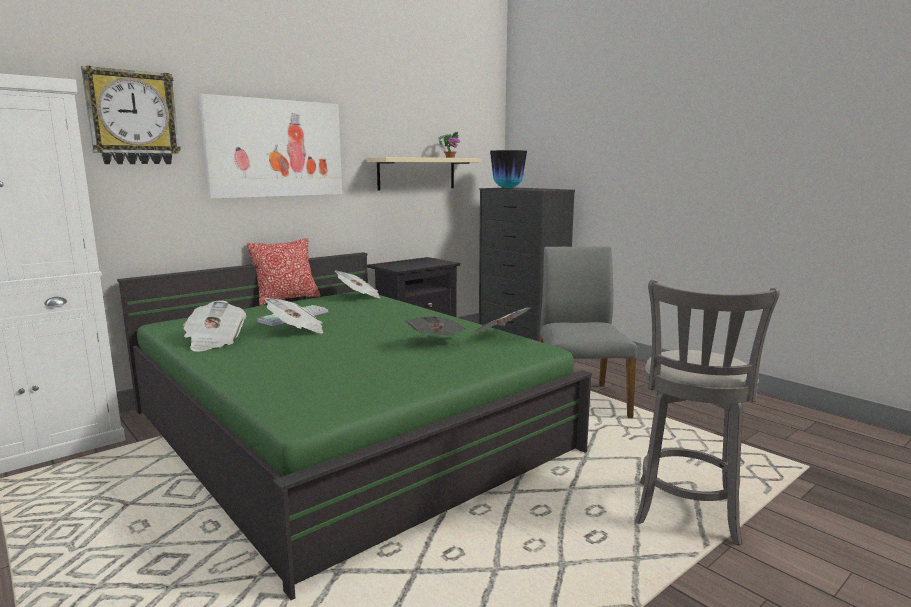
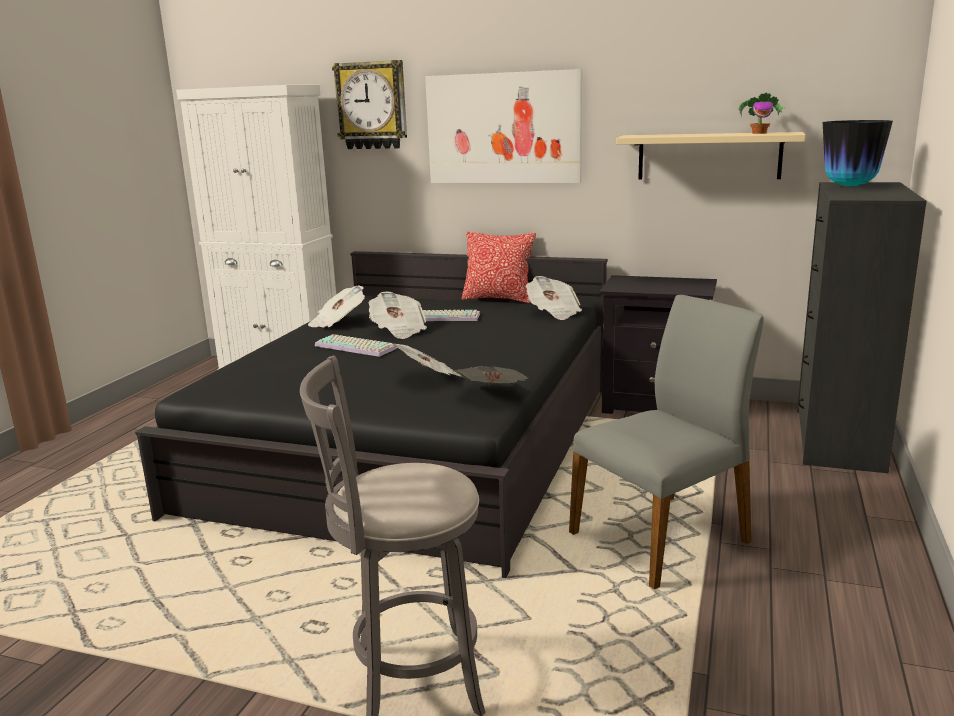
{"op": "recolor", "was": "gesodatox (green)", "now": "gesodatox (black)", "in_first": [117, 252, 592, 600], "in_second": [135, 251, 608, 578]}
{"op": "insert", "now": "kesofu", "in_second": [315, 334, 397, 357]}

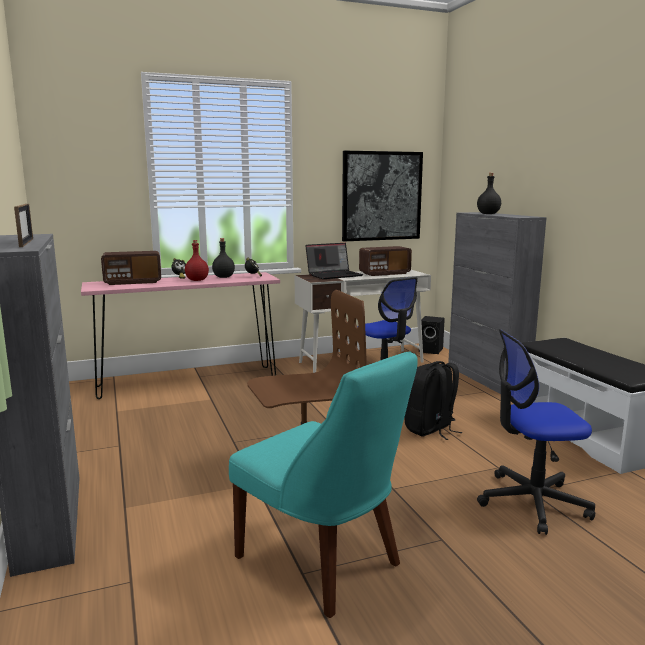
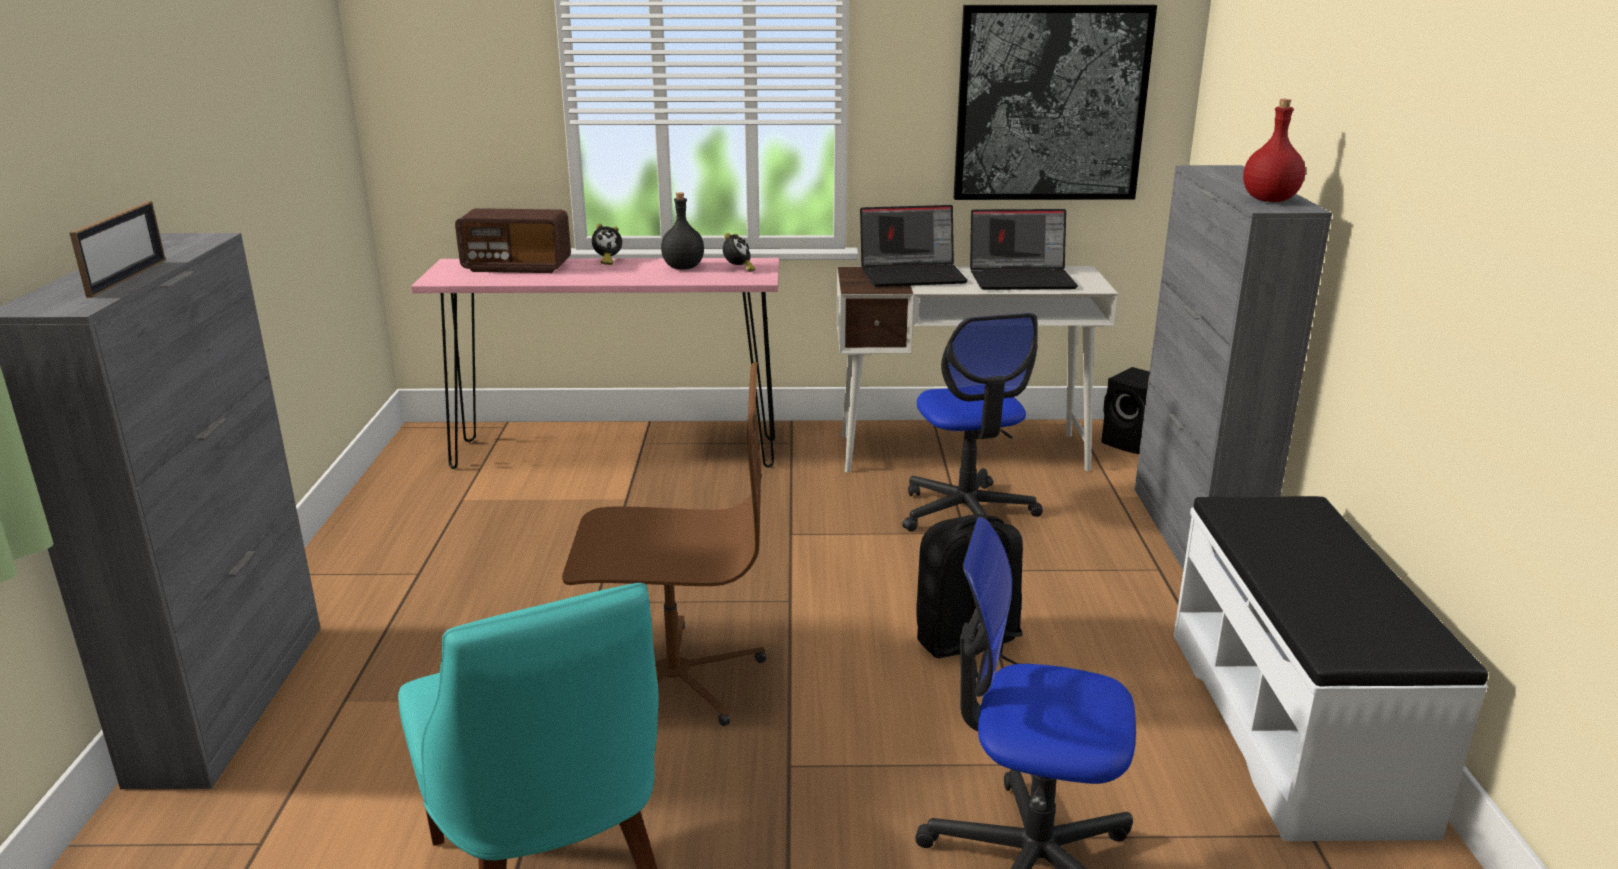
{"op": "move", "was": "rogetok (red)", "in_first": [185, 240, 209, 281], "in_second": [1243, 99, 1305, 202]}
{"op": "replace", "was": "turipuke", "now": "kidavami", "in_first": [359, 246, 412, 276], "in_second": [970, 209, 1078, 290]}
{"op": "delete", "was": "rogetok (black)", "in_first": [477, 173, 501, 214]}

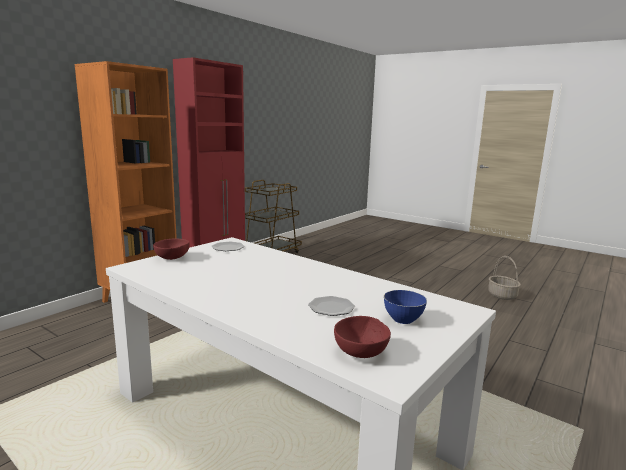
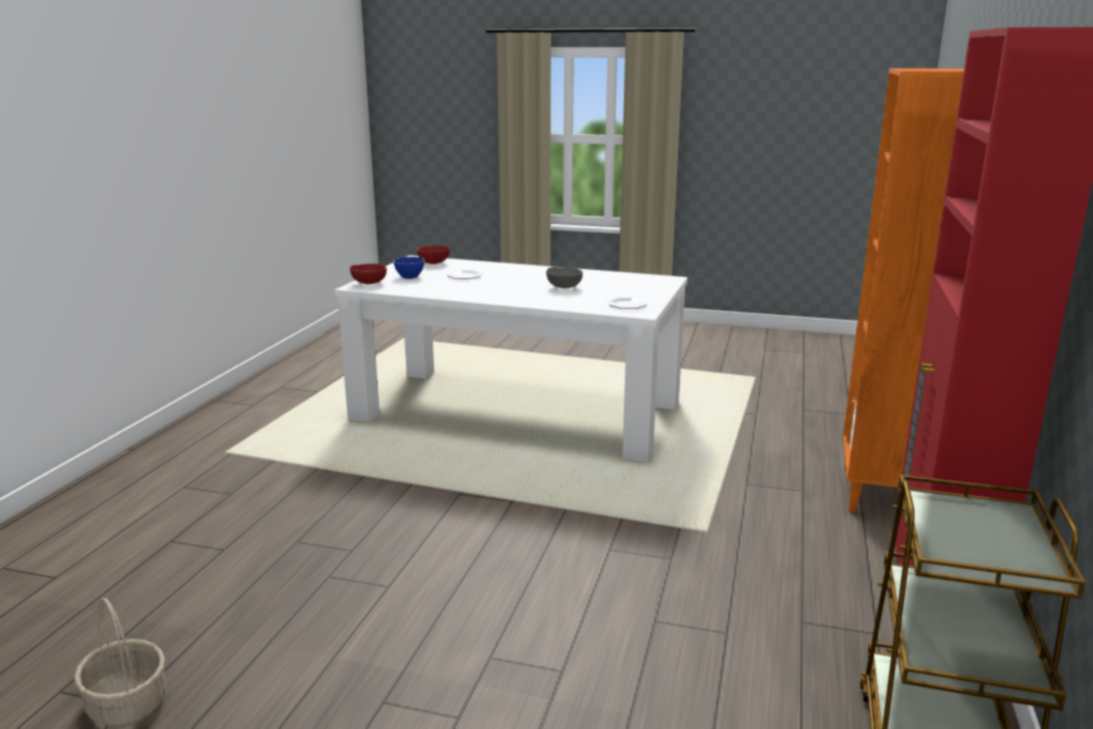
{"op": "move", "was": "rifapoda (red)", "in_first": [153, 239, 190, 260], "in_second": [350, 264, 387, 284]}
{"op": "insert", "now": "rifapoda (grey)", "in_second": [546, 267, 583, 288]}

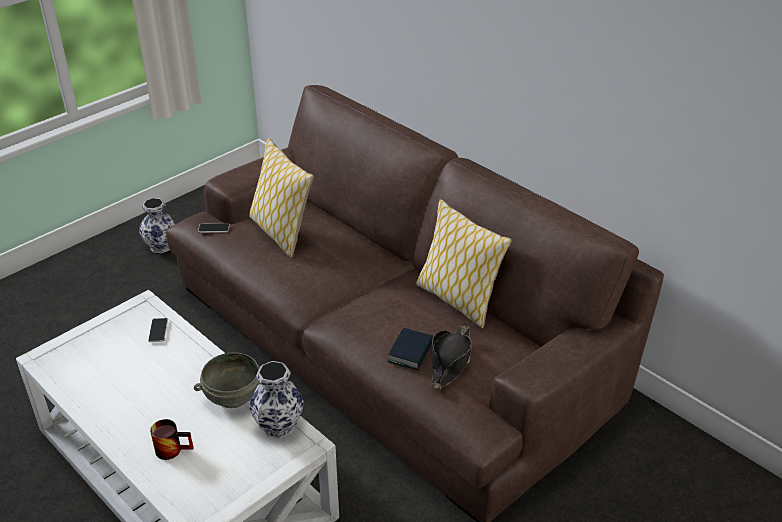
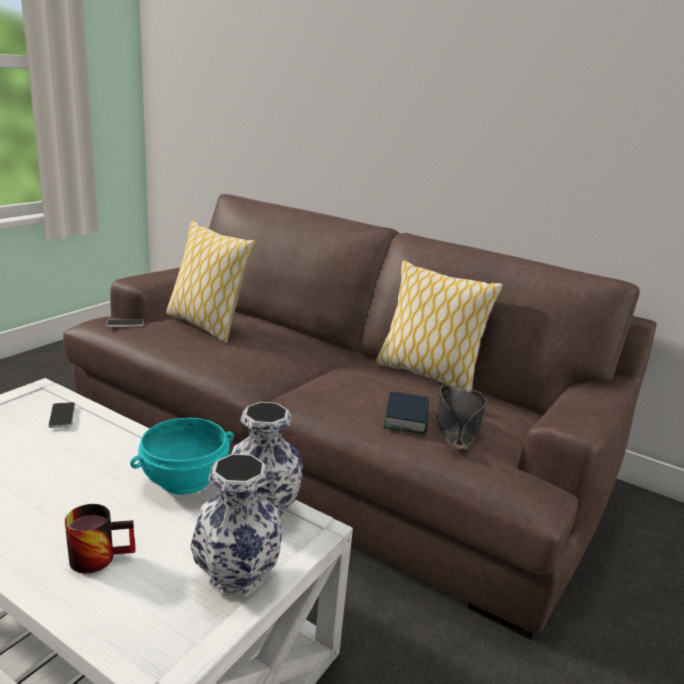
{"op": "move", "was": "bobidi", "in_first": [139, 198, 175, 253], "in_second": [190, 454, 282, 597]}
{"op": "recolor", "was": "rifapoda (grey)", "now": "rifapoda (turquoise)", "in_first": [194, 352, 261, 408], "in_second": [130, 418, 234, 495]}

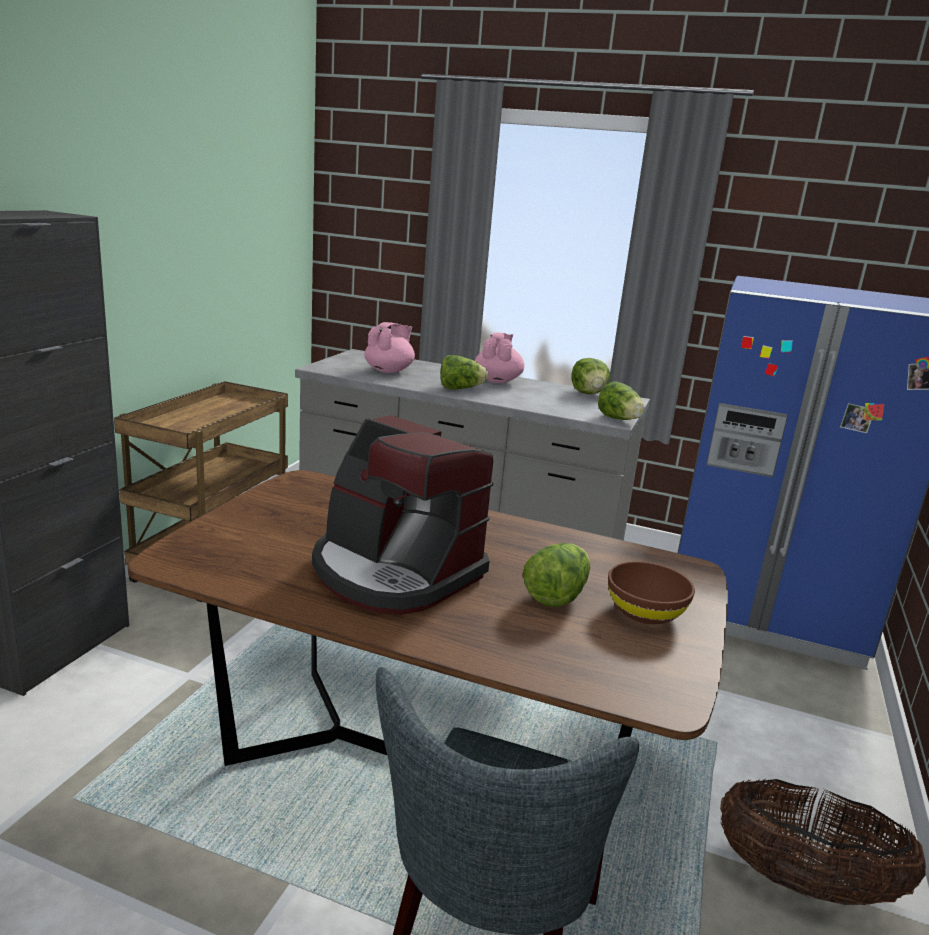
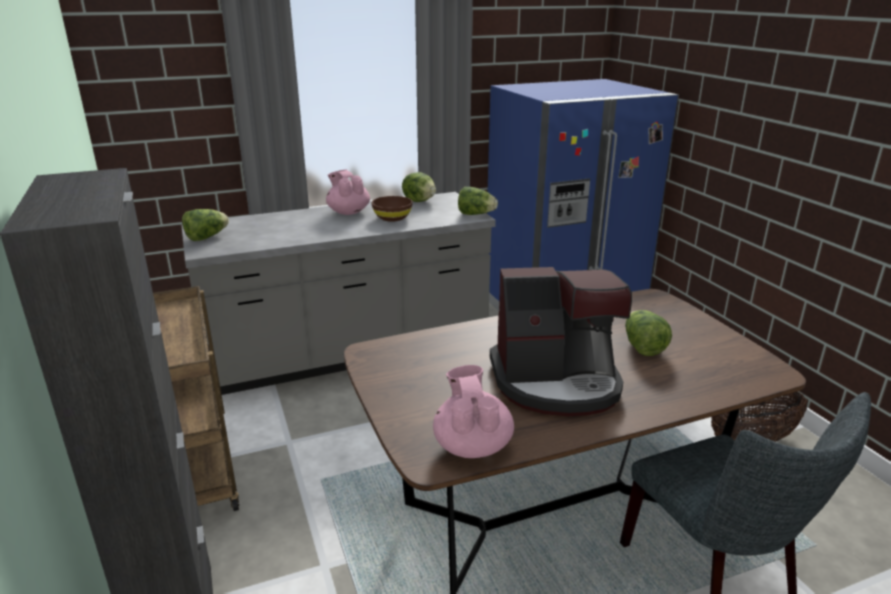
{"op": "move", "was": "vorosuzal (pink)", "in_first": [364, 322, 415, 373], "in_second": [433, 365, 514, 458]}
{"op": "move", "was": "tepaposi", "in_first": [440, 355, 488, 389], "in_second": [182, 209, 229, 241]}
{"op": "move", "was": "rifapoda (brown)", "in_first": [608, 561, 695, 624], "in_second": [372, 196, 413, 222]}

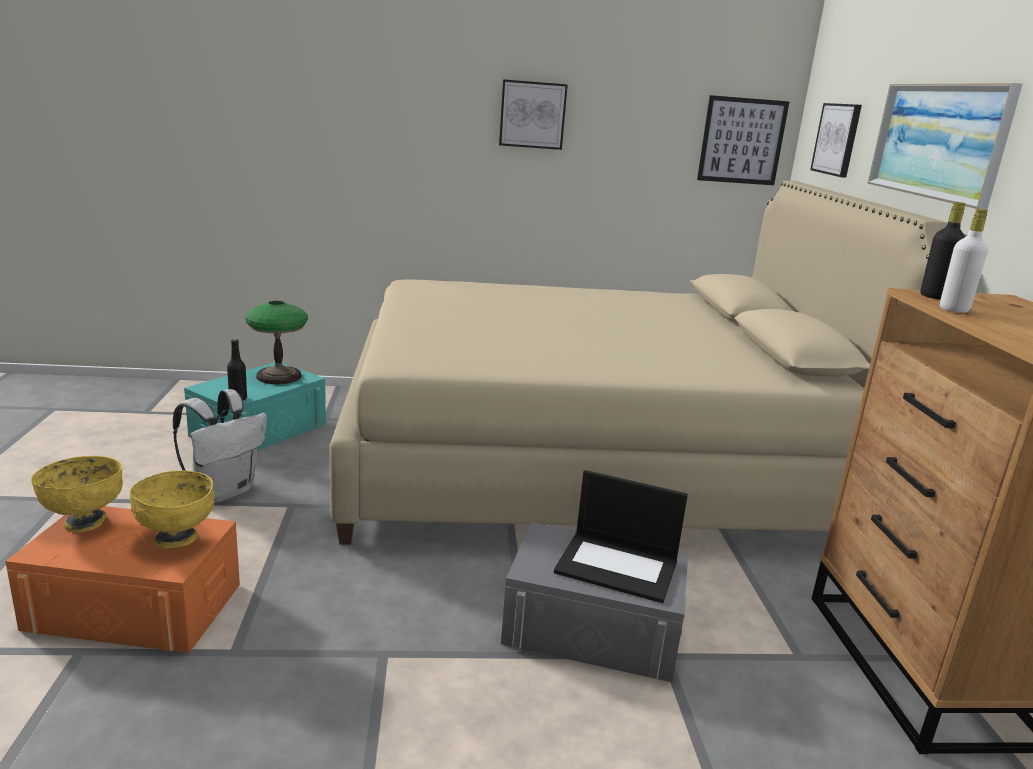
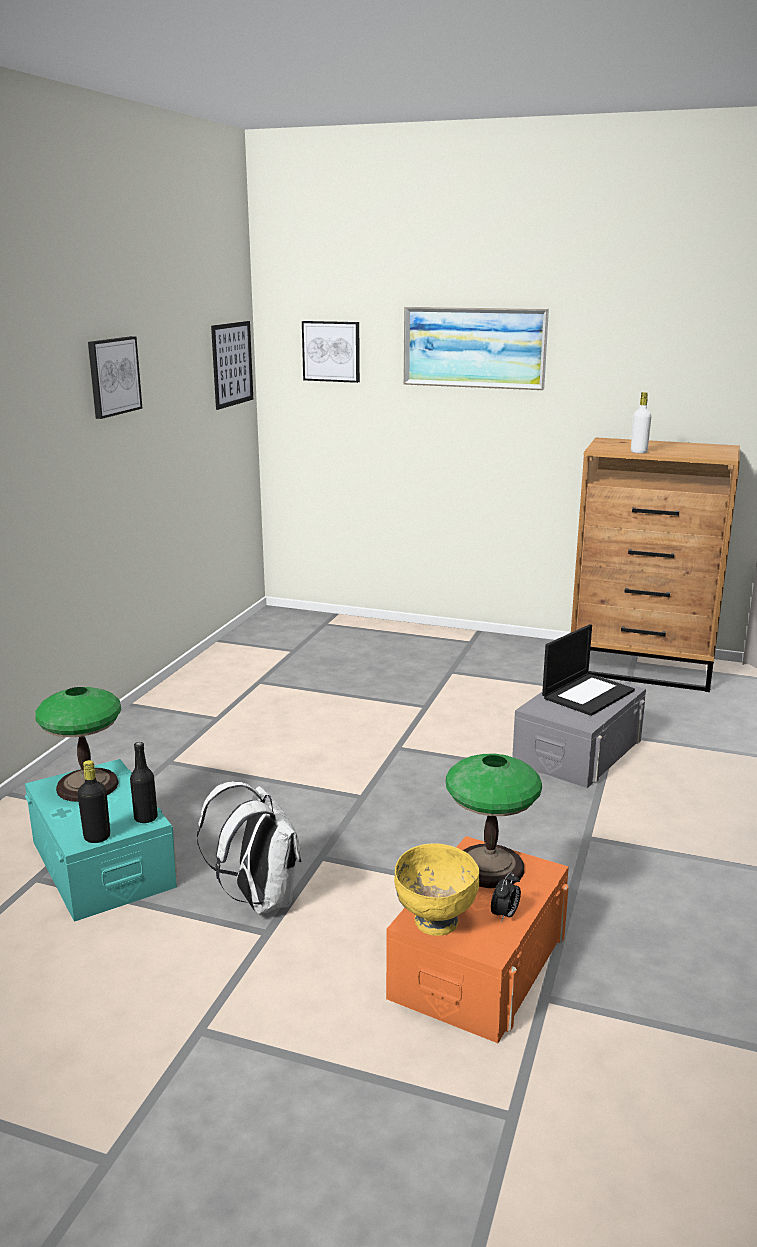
{"op": "replace", "was": "rifapoda (yellow)", "now": "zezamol", "in_first": [130, 471, 215, 549], "in_second": [445, 754, 542, 888]}
{"op": "delete", "was": "gesodatox (beige)", "in_first": [329, 181, 947, 545]}
{"op": "move", "was": "rogetok (black)", "in_first": [921, 202, 966, 299], "in_second": [77, 760, 110, 843]}
{"op": "insert", "now": "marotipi", "in_second": [491, 872, 521, 923]}

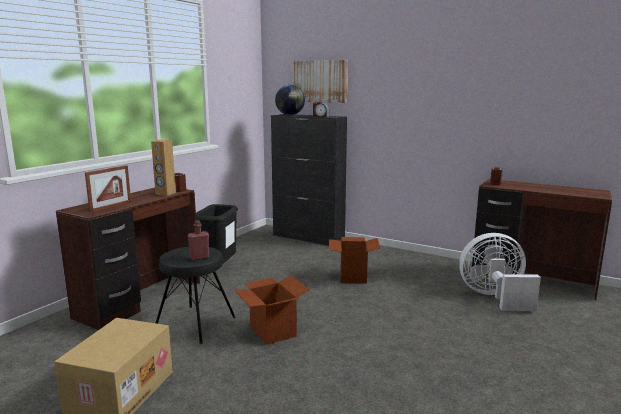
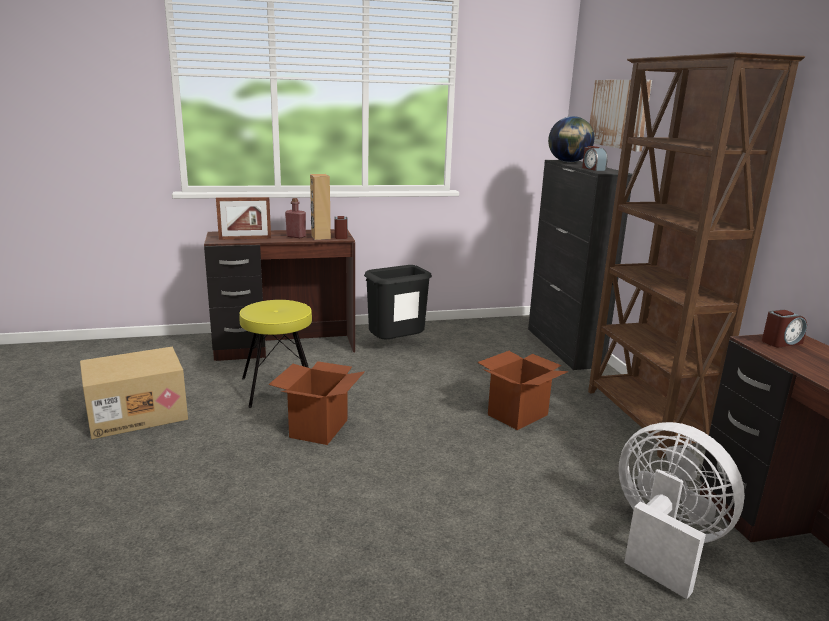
{"op": "recolor", "was": "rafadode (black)", "now": "rafadode (yellow)", "in_first": [156, 247, 236, 344], "in_second": [240, 300, 312, 408]}
{"op": "move", "was": "rogetok (red)", "in_first": [188, 220, 209, 261], "in_second": [285, 198, 306, 238]}
{"op": "insert", "now": "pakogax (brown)", "in_second": [588, 52, 805, 458]}

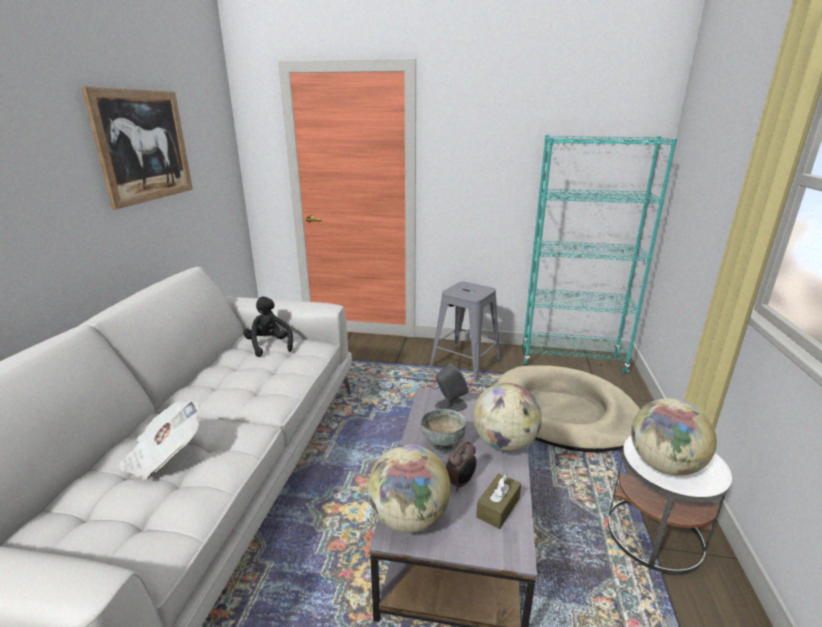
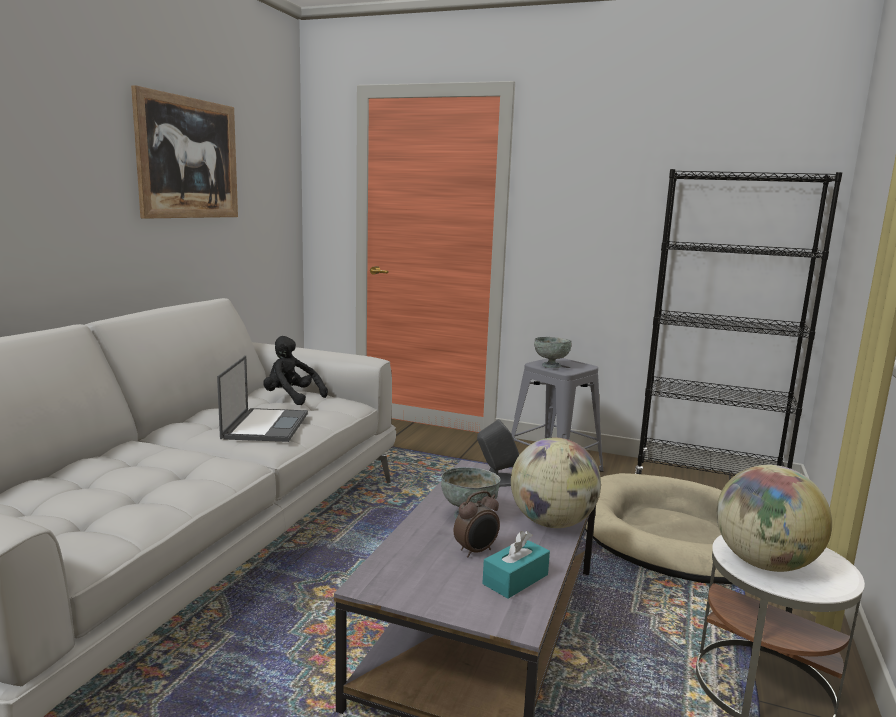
{"op": "delete", "was": "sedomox", "in_first": [119, 401, 200, 480]}
{"op": "rotate", "was": "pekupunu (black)", "in_first": [243, 296, 293, 357], "in_second": [263, 336, 328, 405], "clockwise": -45}
{"op": "delete", "was": "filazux", "in_first": [368, 445, 451, 533]}
{"op": "recolor", "was": "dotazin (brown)", "now": "dotazin (turquoise)", "in_first": [476, 473, 521, 529], "in_second": [482, 531, 550, 599]}
{"op": "recolor", "was": "pakogax (turquoise)", "now": "pakogax (black)", "in_first": [522, 135, 677, 374], "in_second": [635, 169, 842, 476]}
{"op": "insert", "now": "kidavami", "in_second": [217, 356, 308, 442]}
{"op": "insert", "now": "rifapoda (grey)", "in_second": [534, 337, 571, 368]}

